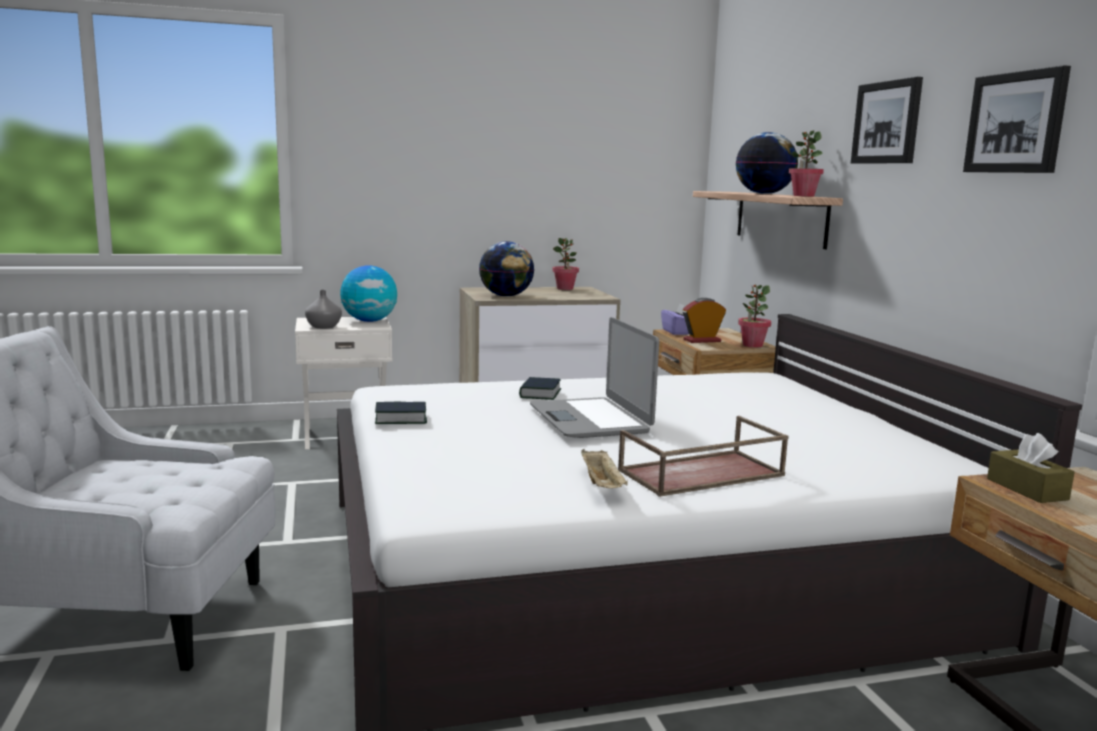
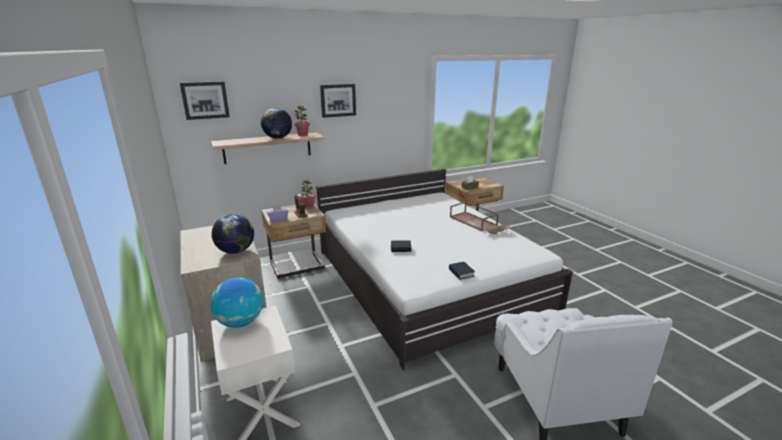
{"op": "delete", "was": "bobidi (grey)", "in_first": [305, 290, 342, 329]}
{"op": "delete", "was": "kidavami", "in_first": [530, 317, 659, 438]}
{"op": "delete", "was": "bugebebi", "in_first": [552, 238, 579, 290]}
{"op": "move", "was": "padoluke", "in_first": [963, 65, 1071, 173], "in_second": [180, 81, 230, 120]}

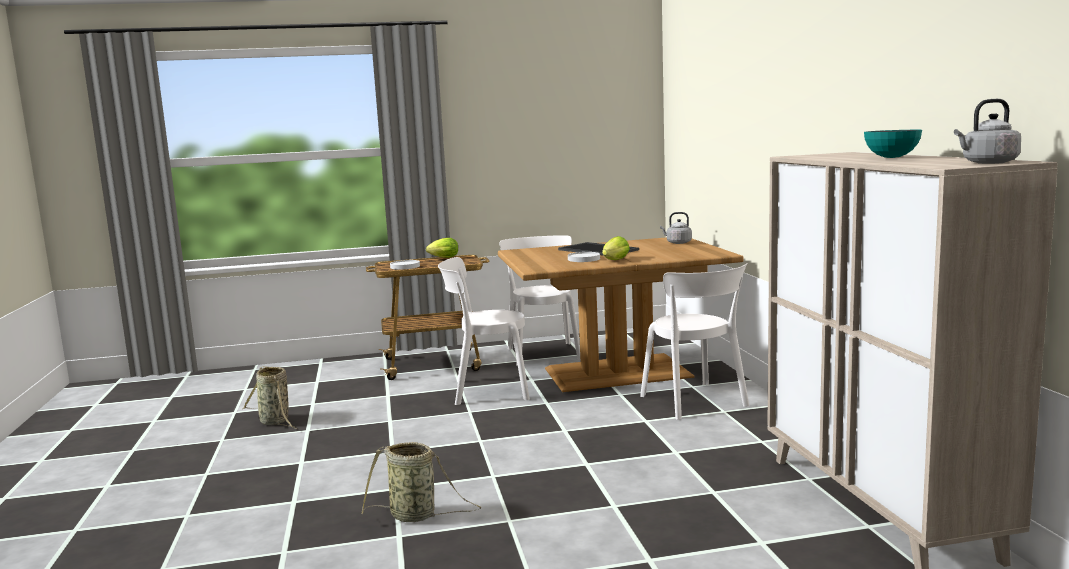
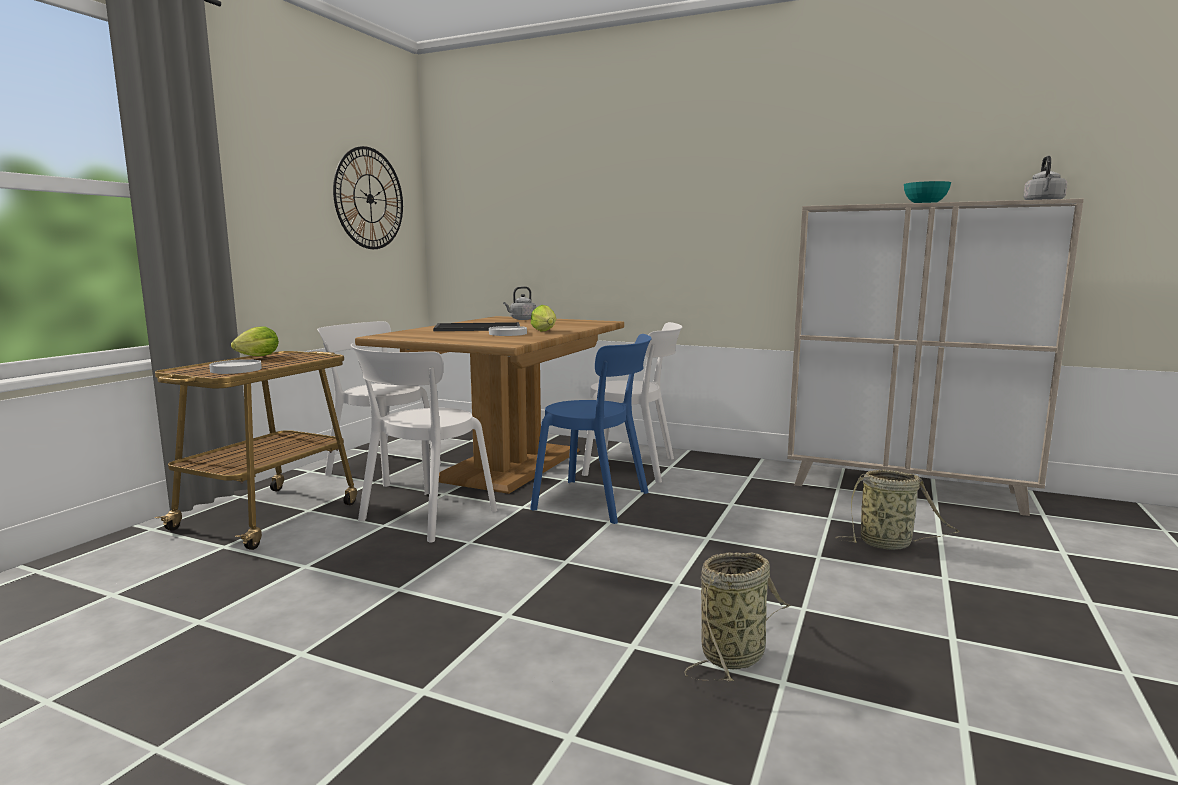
{"op": "move", "was": "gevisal", "in_first": [242, 366, 298, 429], "in_second": [835, 469, 960, 550]}
{"op": "insert", "now": "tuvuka", "in_second": [333, 146, 403, 249]}
{"op": "insert", "now": "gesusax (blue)", "in_second": [530, 334, 652, 524]}

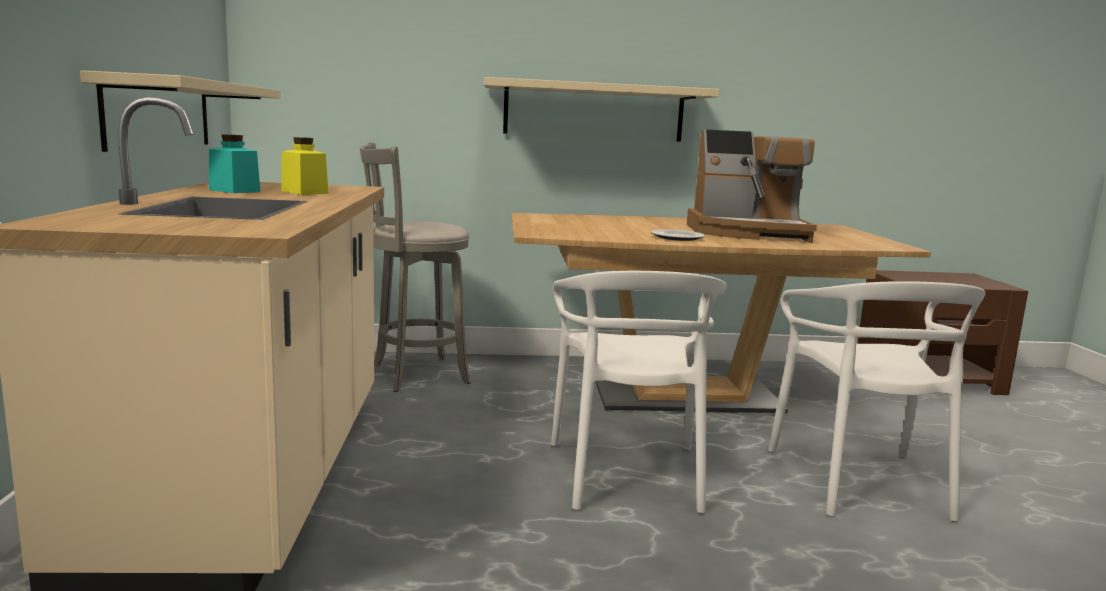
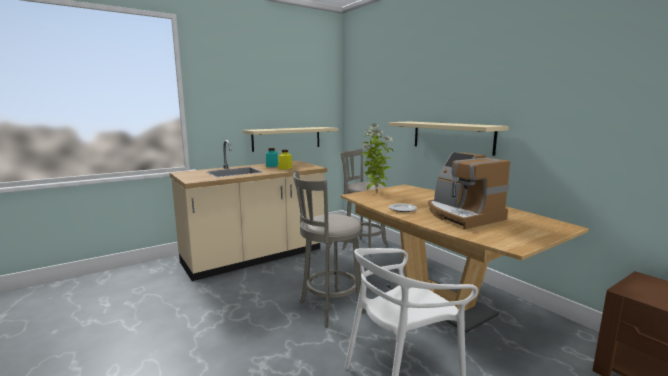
{"op": "replace", "was": "gesusax (white)", "now": "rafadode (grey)", "in_first": [551, 271, 727, 514], "in_second": [293, 170, 366, 327]}
{"op": "insert", "now": "bugebebi", "in_second": [361, 123, 394, 193]}

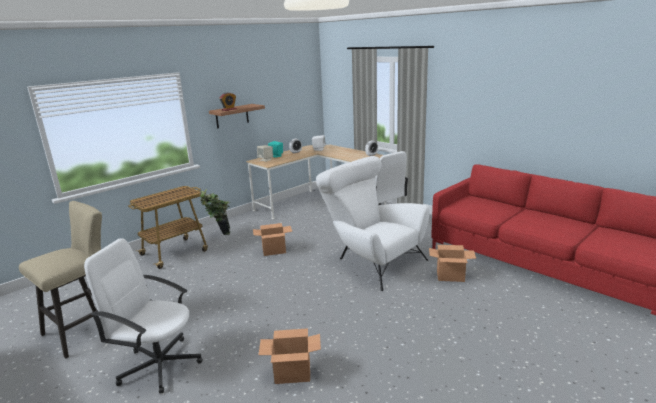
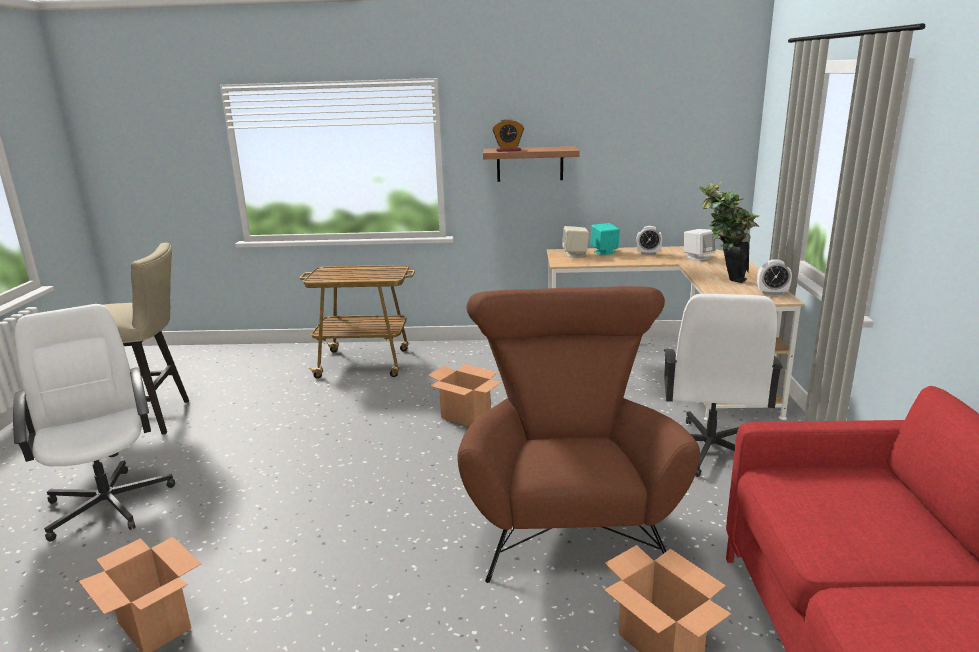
{"op": "move", "was": "bugebebi", "in_first": [200, 189, 230, 235], "in_second": [698, 181, 760, 283]}
{"op": "recolor", "was": "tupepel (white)", "now": "tupepel (brown)", "in_first": [316, 156, 429, 291], "in_second": [458, 286, 700, 583]}

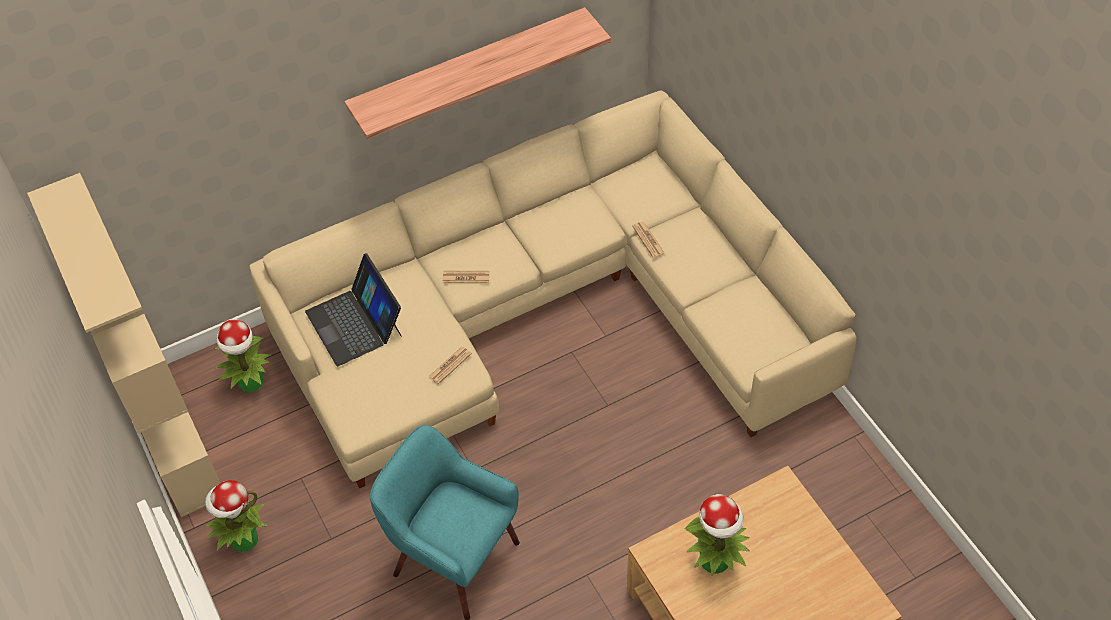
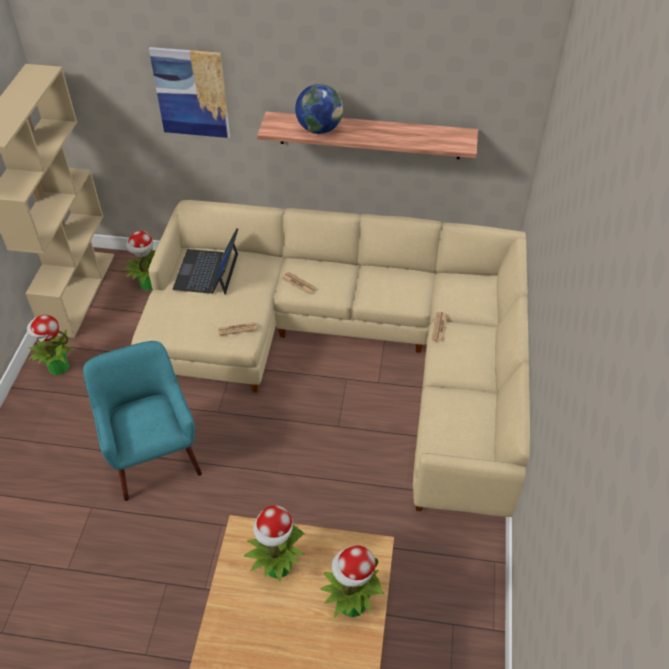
{"op": "insert", "now": "padoluke", "in_second": [149, 47, 230, 138]}
{"op": "insert", "now": "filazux", "in_second": [295, 84, 343, 134]}
{"op": "insert", "now": "bugebebi", "in_second": [320, 545, 385, 618]}

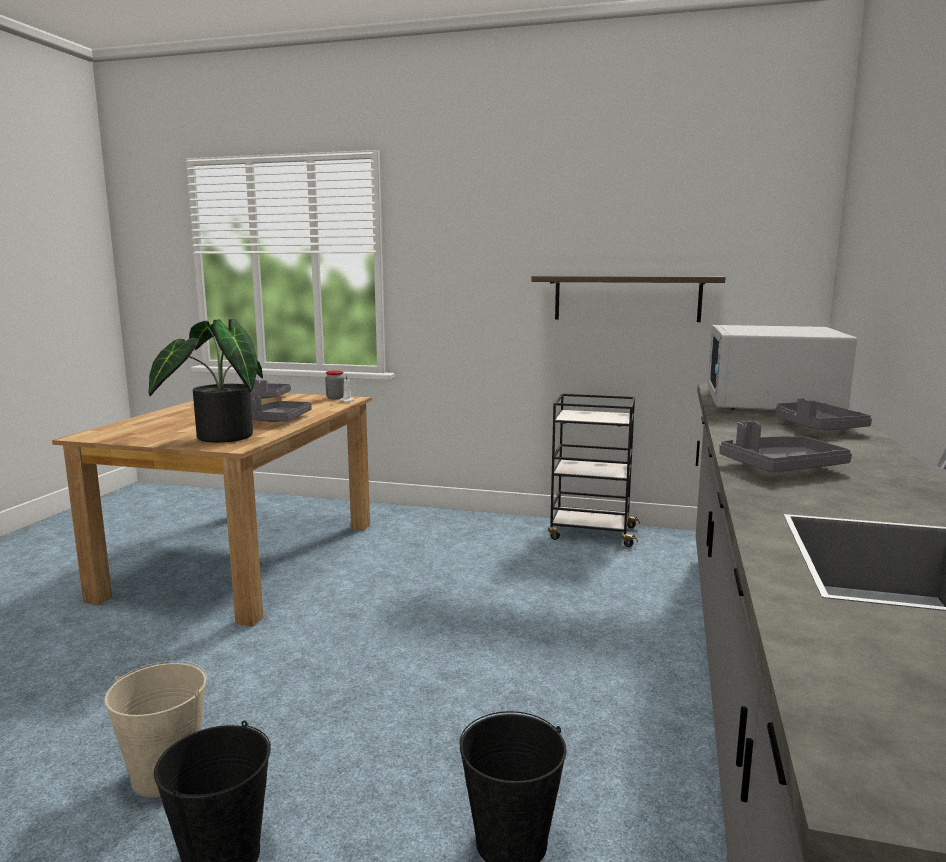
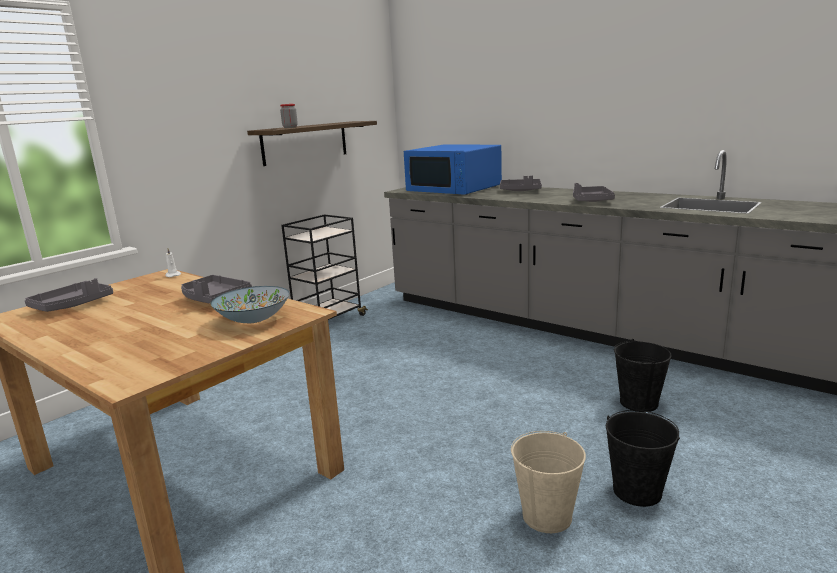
{"op": "replace", "was": "bugebebi", "now": "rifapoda", "in_first": [148, 319, 263, 443], "in_second": [210, 286, 290, 323]}
{"op": "move", "was": "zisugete", "in_first": [325, 370, 344, 400], "in_second": [280, 104, 298, 128]}
{"op": "recolor", "was": "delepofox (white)", "now": "delepofox (blue)", "in_first": [708, 325, 857, 410], "in_second": [404, 145, 502, 195]}

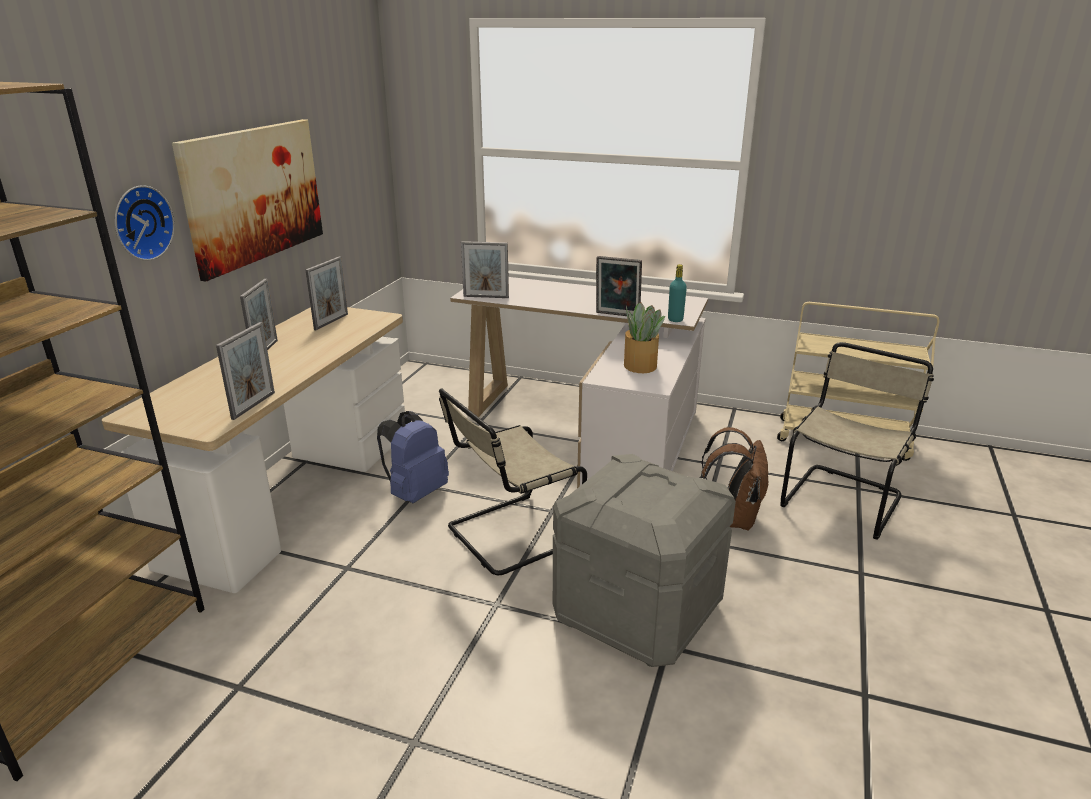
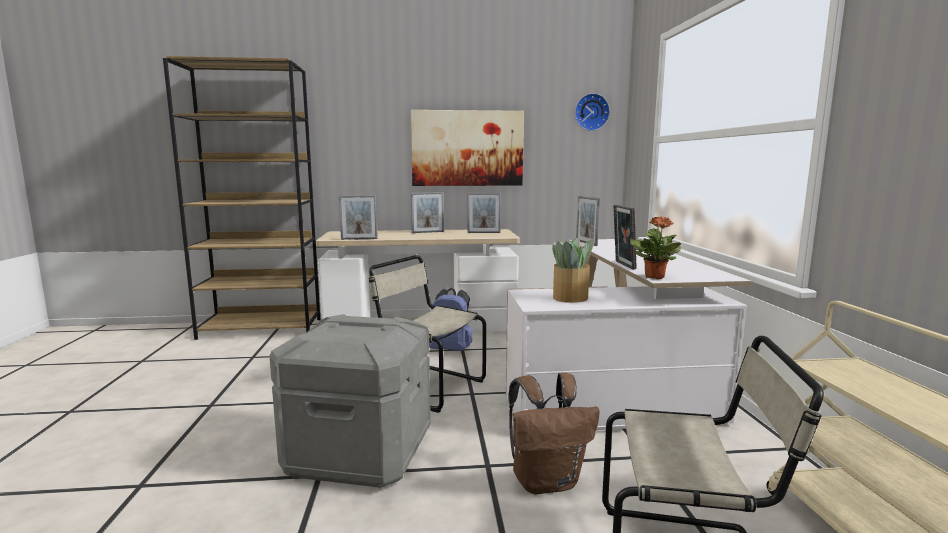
{"op": "move", "was": "tuvuka", "in_first": [115, 185, 175, 261], "in_second": [575, 93, 610, 131]}
{"op": "replace", "was": "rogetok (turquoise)", "now": "bugebebi", "in_first": [668, 264, 687, 322], "in_second": [629, 217, 681, 279]}

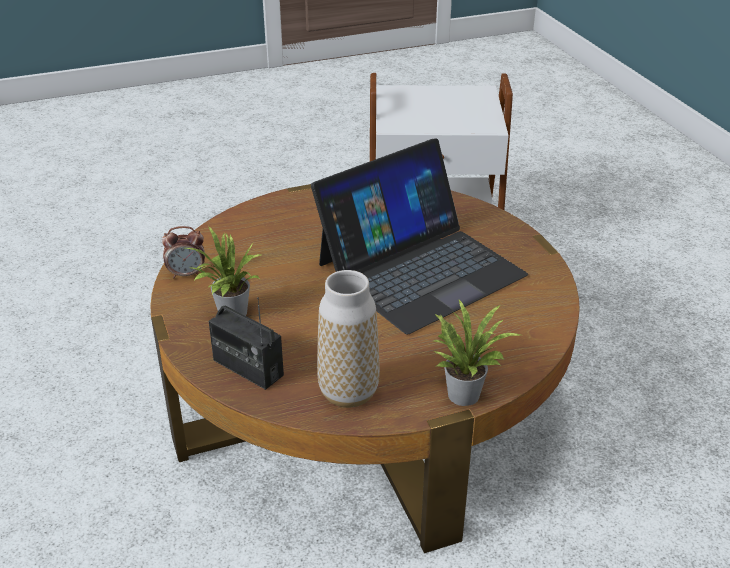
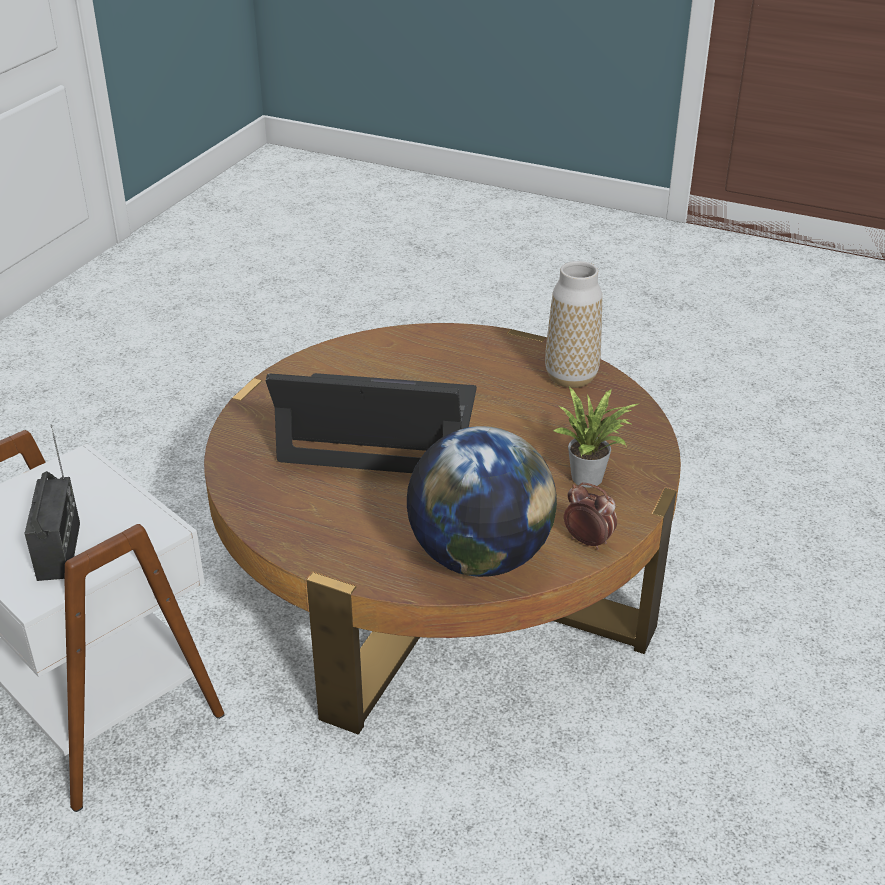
{"op": "move", "was": "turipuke", "in_first": [209, 297, 284, 390], "in_second": [25, 424, 80, 581]}
{"op": "delete", "was": "bugebebi", "in_first": [434, 300, 521, 406]}
{"op": "insert", "now": "filazux", "in_second": [407, 426, 557, 577]}

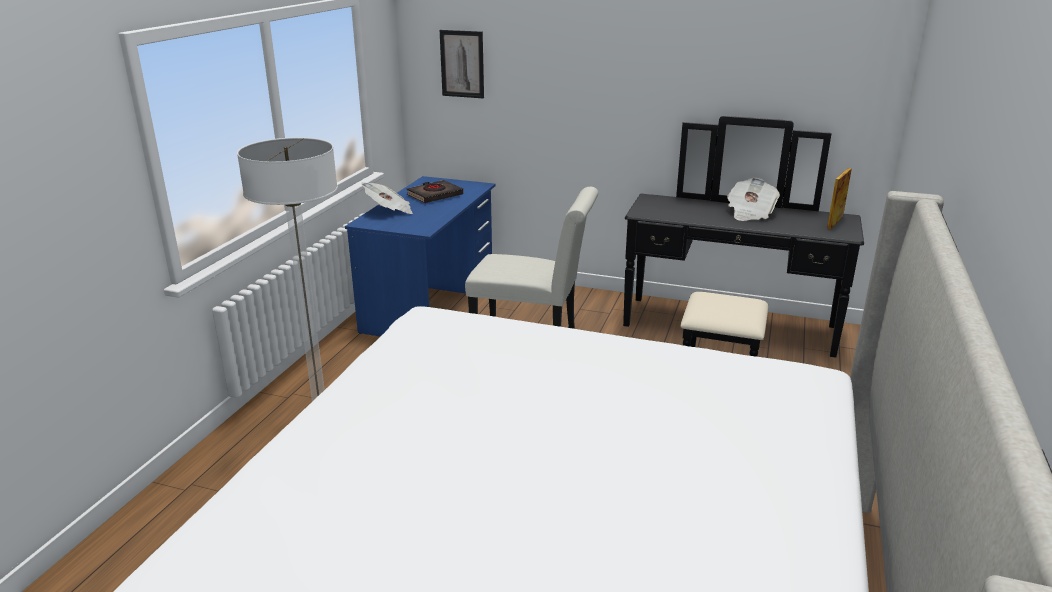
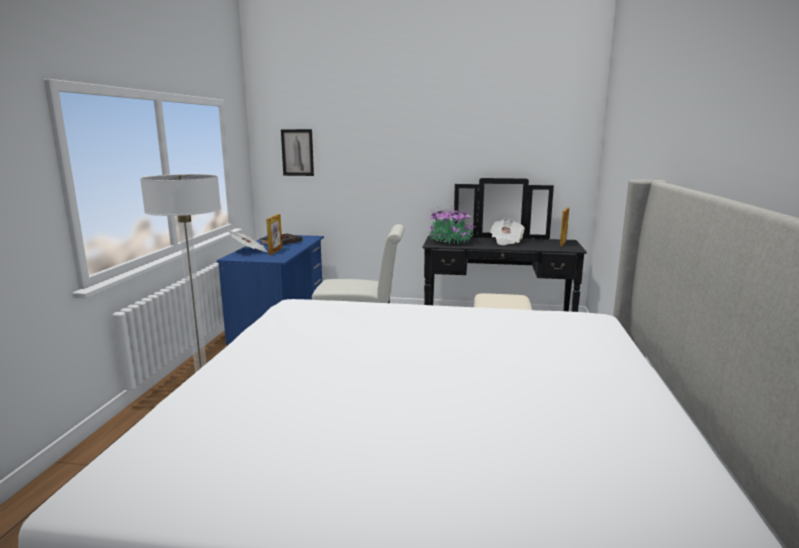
{"op": "insert", "now": "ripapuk", "in_second": [266, 214, 282, 255]}
{"op": "insert", "now": "bugebebi", "in_second": [428, 207, 474, 245]}

